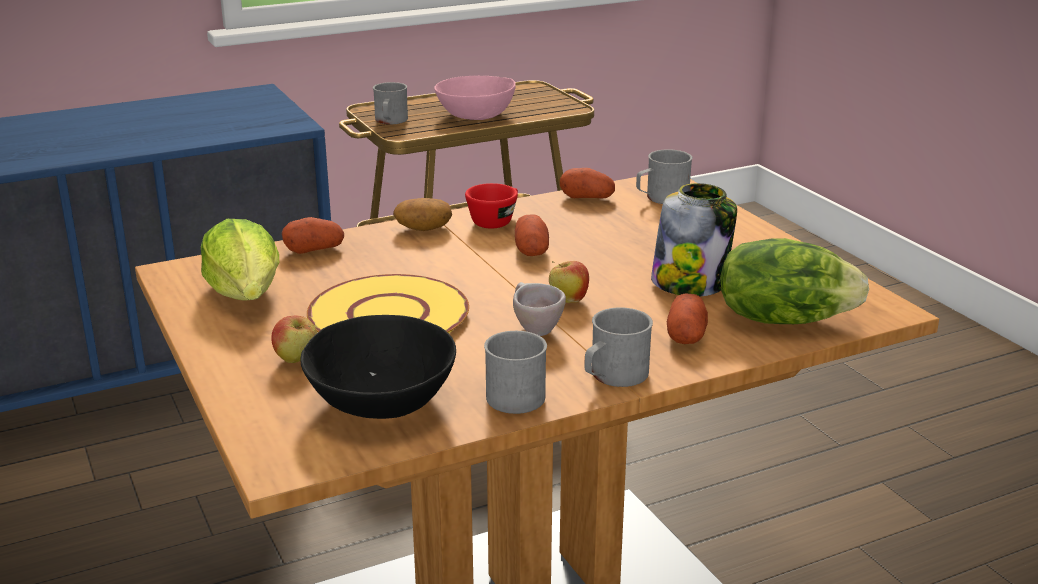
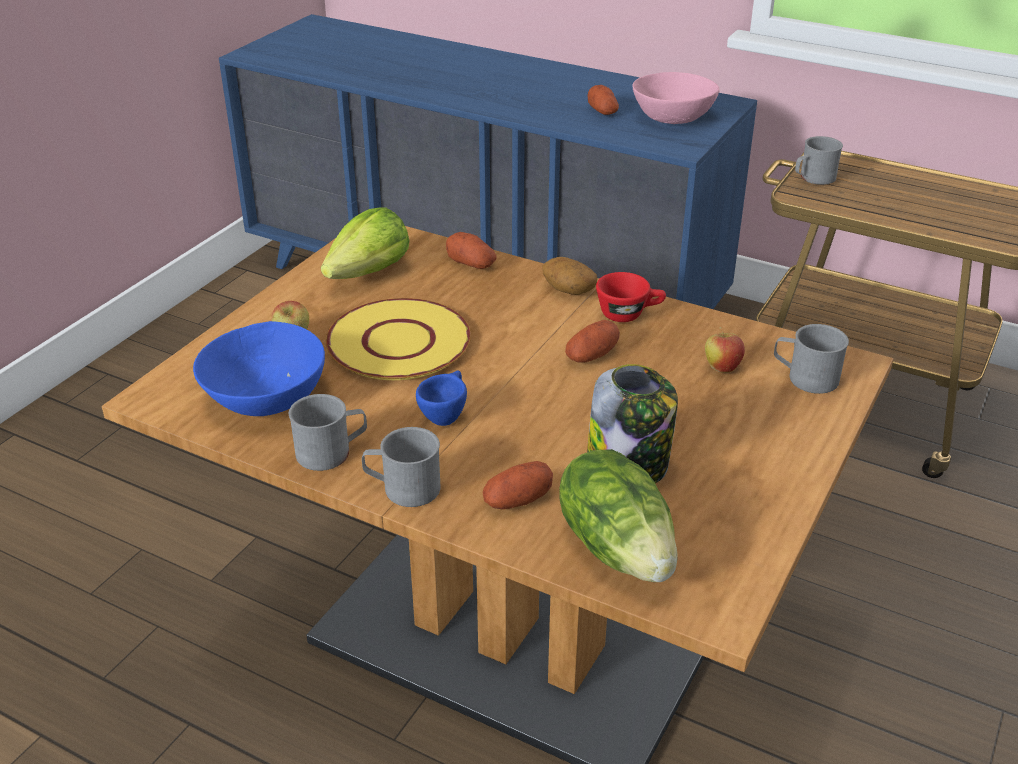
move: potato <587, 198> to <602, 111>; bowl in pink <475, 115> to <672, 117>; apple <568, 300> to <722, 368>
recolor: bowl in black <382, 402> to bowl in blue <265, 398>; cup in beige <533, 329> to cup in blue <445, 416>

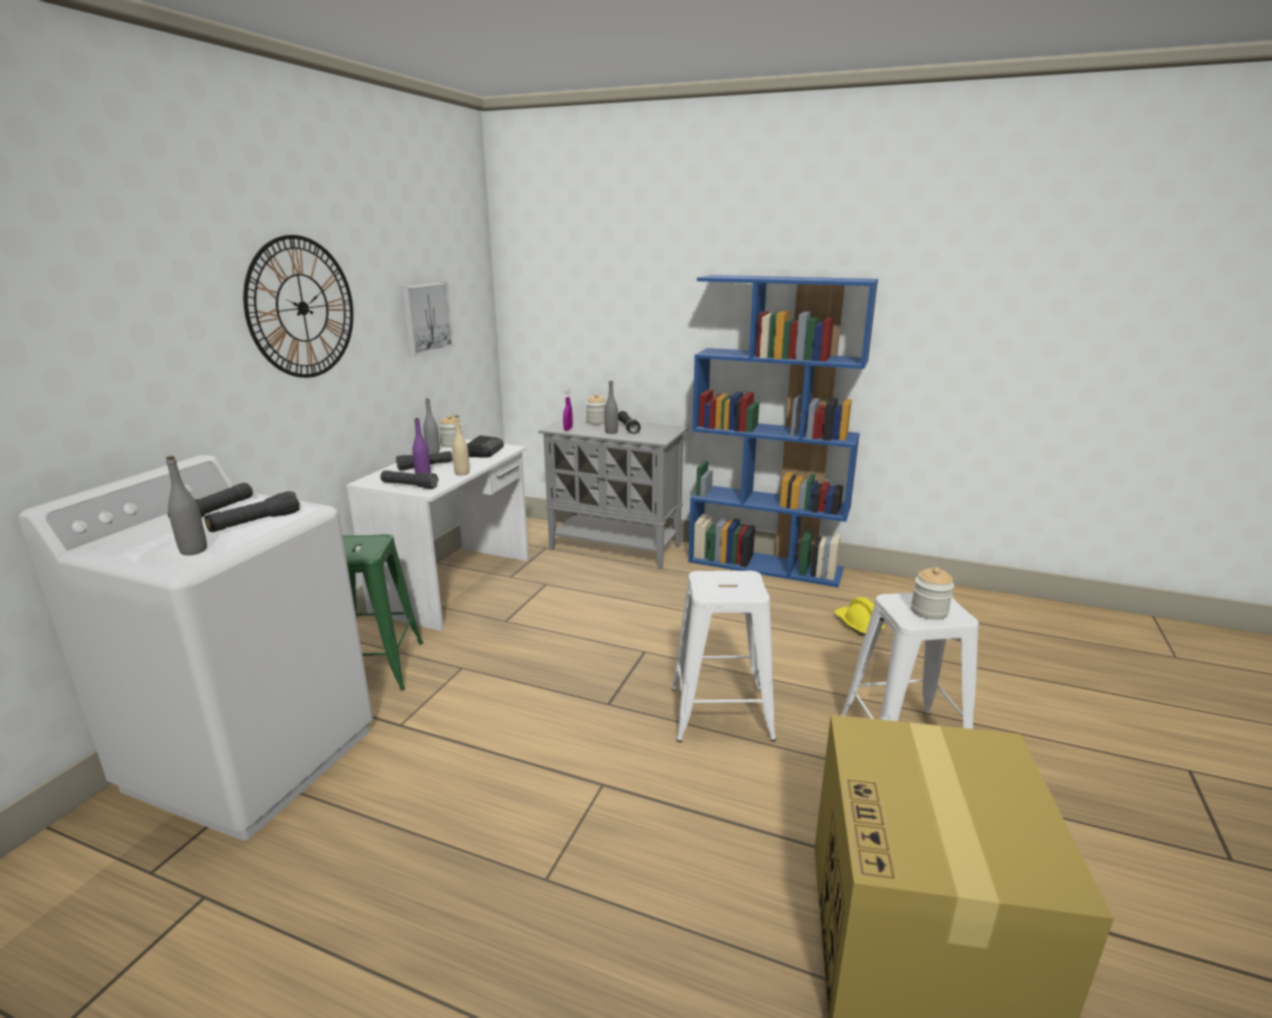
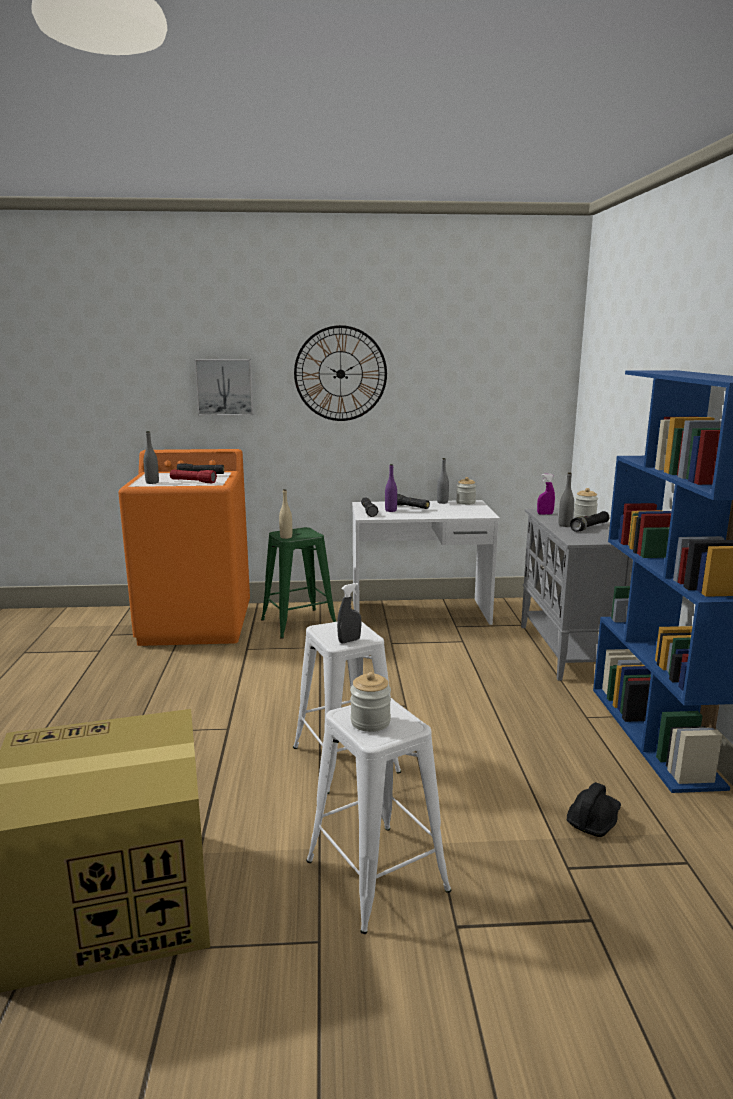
delete: radio <484, 451>
insert: spray bottle in grey <349, 641>
move: picture <425, 318> to <224, 387>; bottle in beige <462, 473> to <286, 537>
recolor: washing machine in white <253, 757> to washing machine in orange <196, 624>; flashlight in black <255, 522> to flashlight in red <193, 482>; hard hat in yellow <857, 624> to hard hat in black <593, 819>

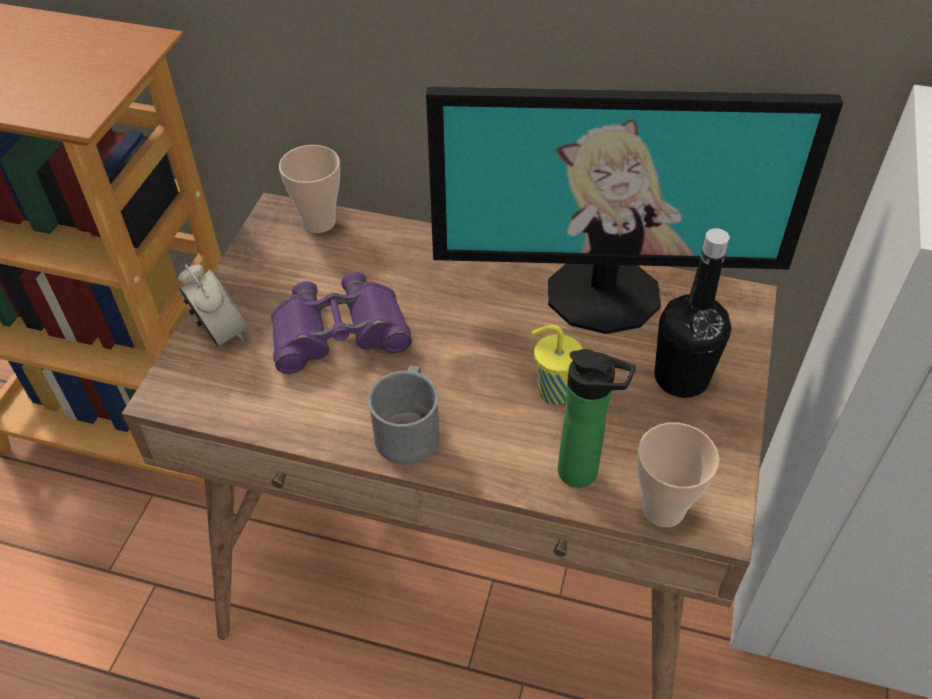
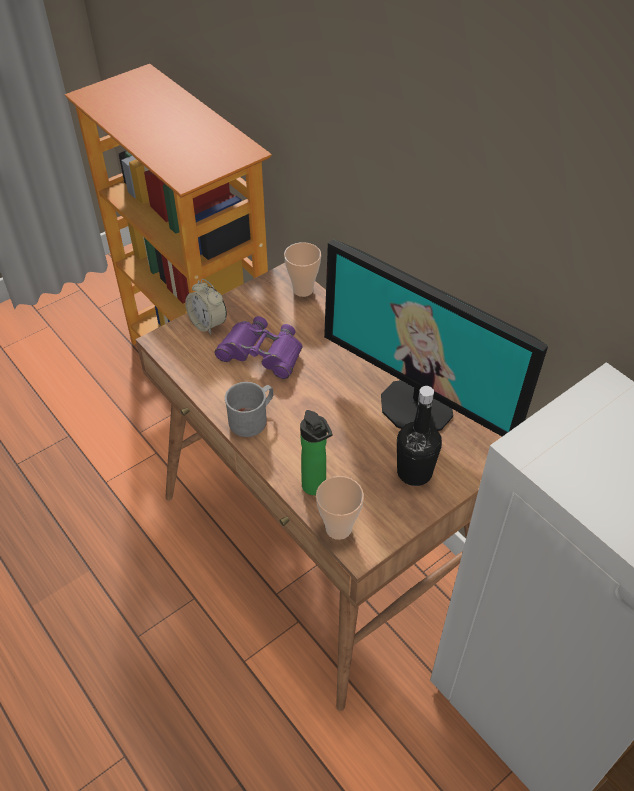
delete: cup in yellow <552, 391>
rotate: alarm clock <221, 333> = <208, 324> 135 degrees clockwise

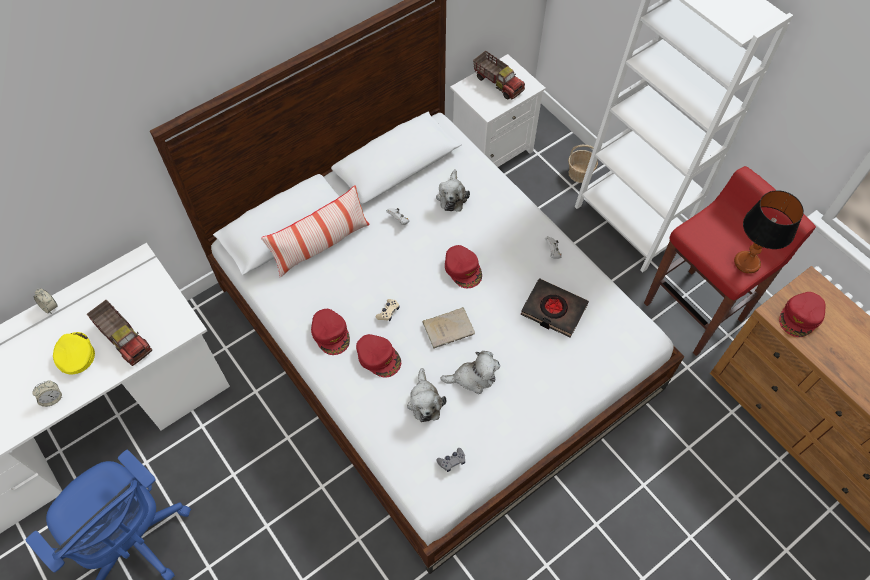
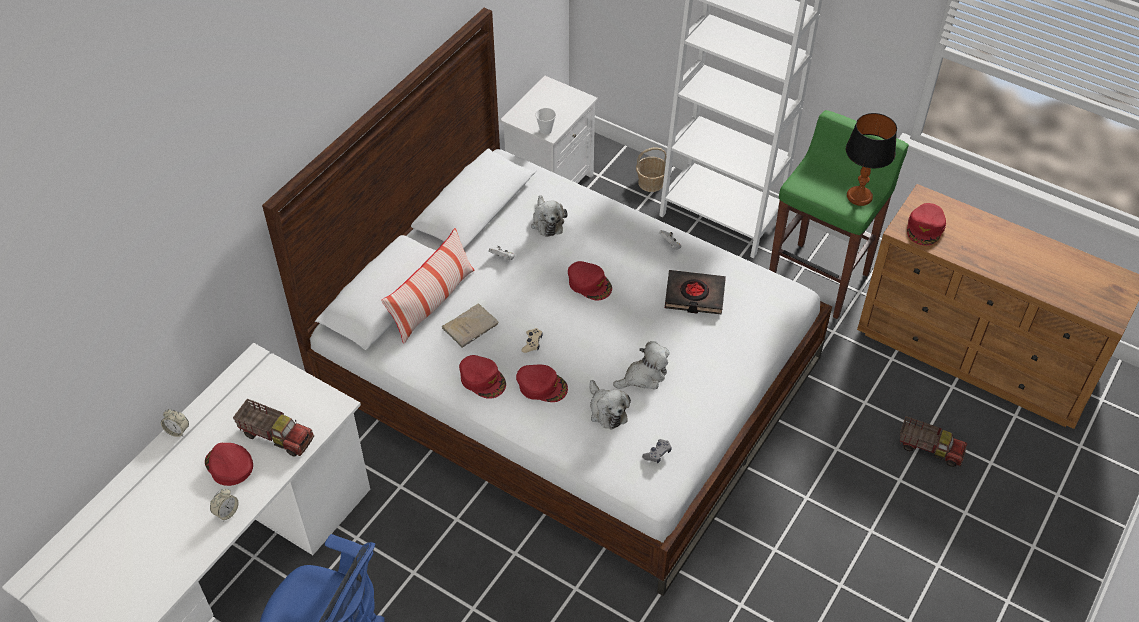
insert: cup <546, 130>
move: book in beige <450, 328> to <471, 326>; toy truck <498, 83> to <929, 448>
recolor: cap in yellow <74, 354> to cap in red <229, 466>; stool in red <695, 310> to stool in green <819, 278>

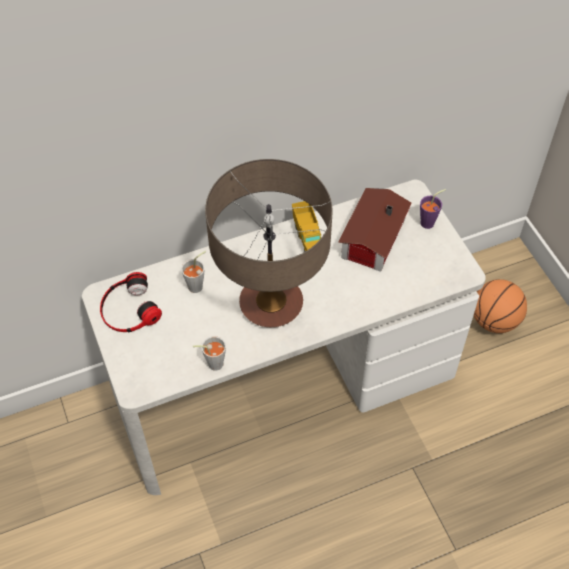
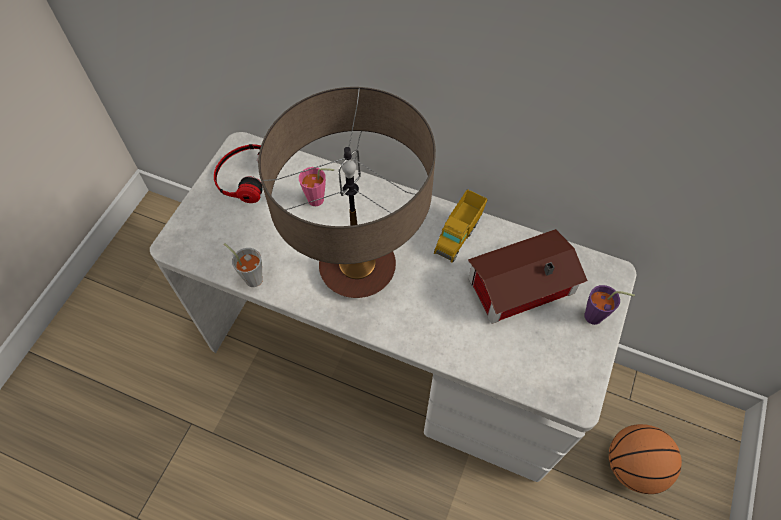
recolor: cup in grey <198, 285> to cup in pink <319, 200>

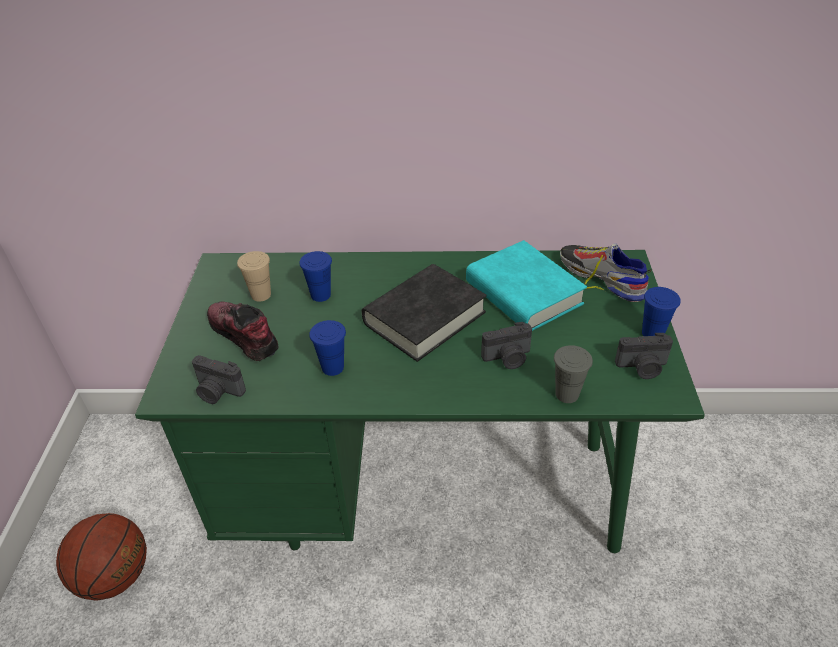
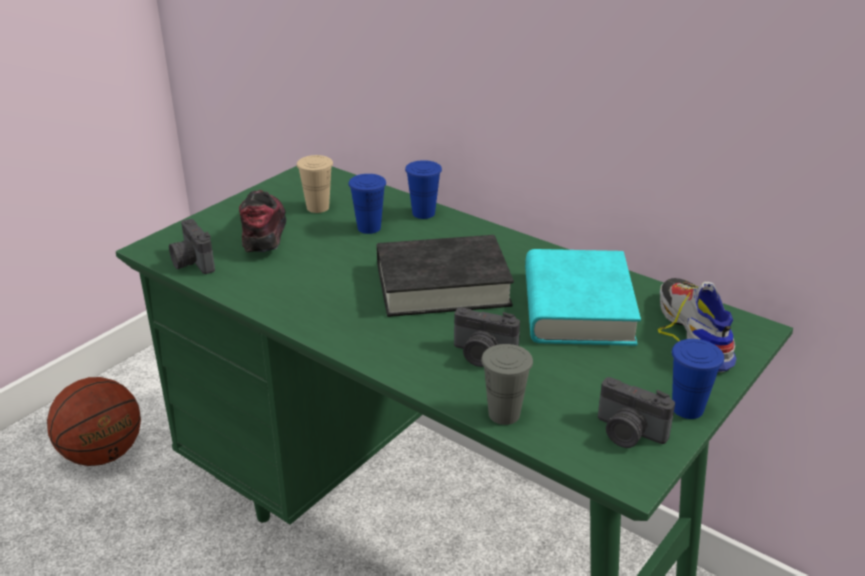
move: cup in blue <332, 367> to <423, 213>

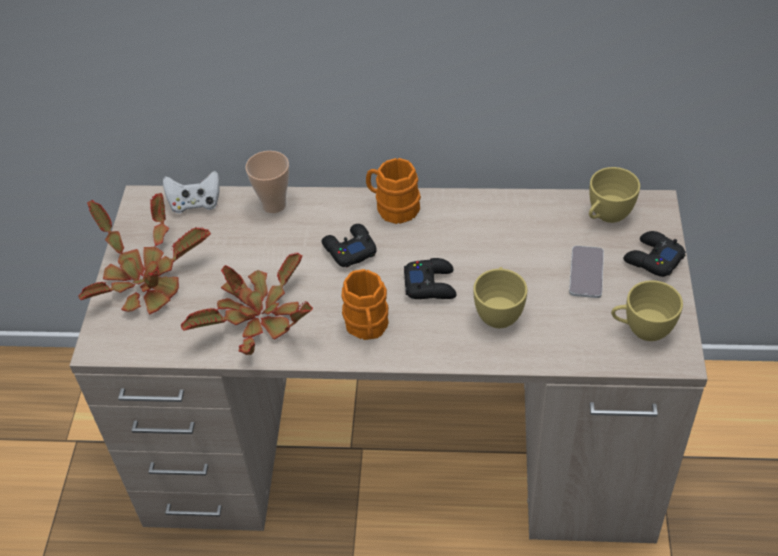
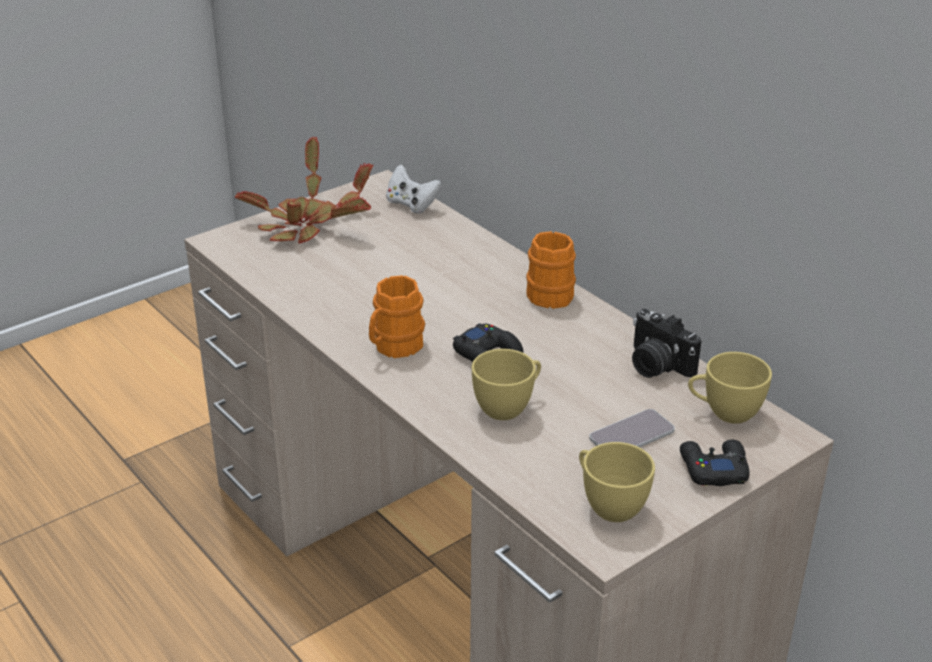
delete: potted plant <258, 318>; cup <274, 205>; game controller in black <349, 249>
insert: photo camera <656, 365>

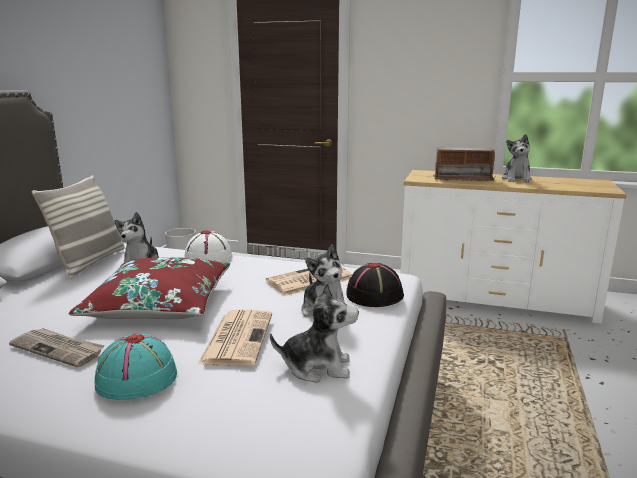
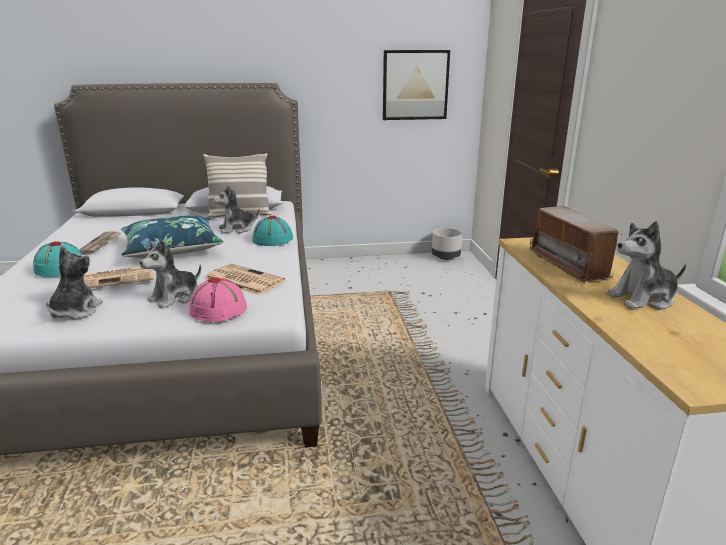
insert: picture <415, 85>
recolor: pillow in red <159, 304> to pillow in blue <172, 248>; hat in black <375, 295> to hat in pink <219, 309>; hat in white <208, 258> to hat in turquoise <272, 240>
rotate: plush toy <317, 367> = <75, 311> 150 degrees counterclockwise

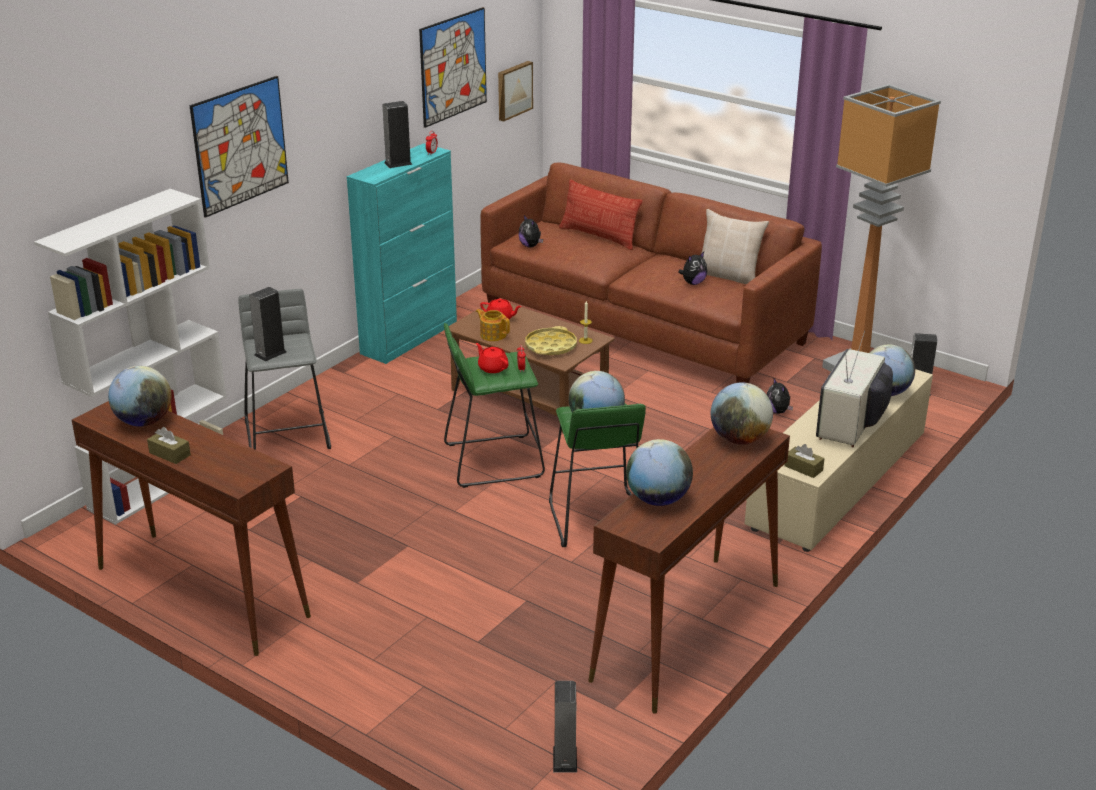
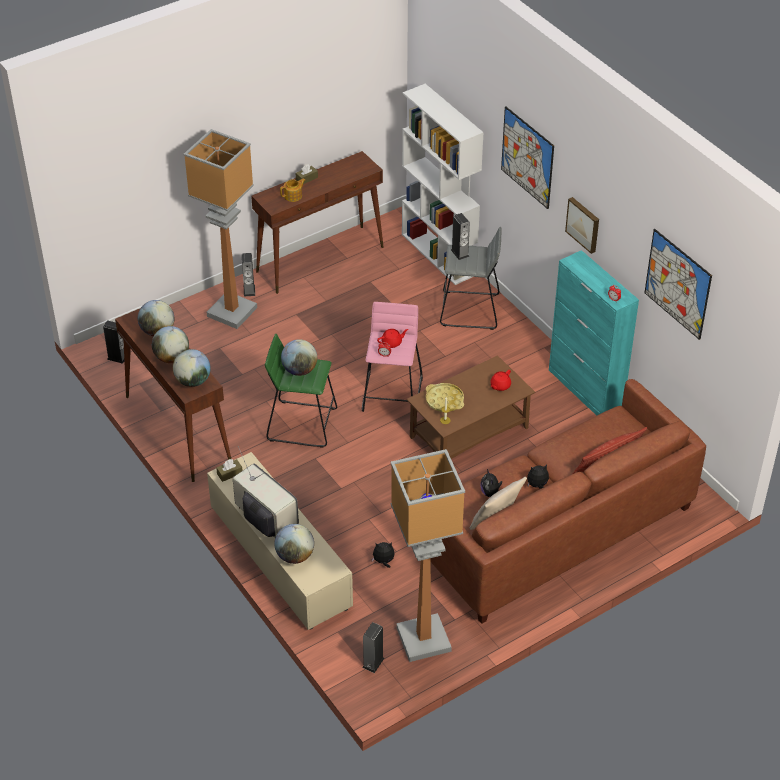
insert: floor lamp <231, 312>
move: globe <144, 422> to <172, 358>; speaker <398, 163> to <249, 290>; teapot <493, 335> to <293, 196>; plush toy <530, 246> to <537, 486>; picture <513, 90> to <584, 224>
recolor: stool in green <493, 460> to stool in pink <392, 394>

